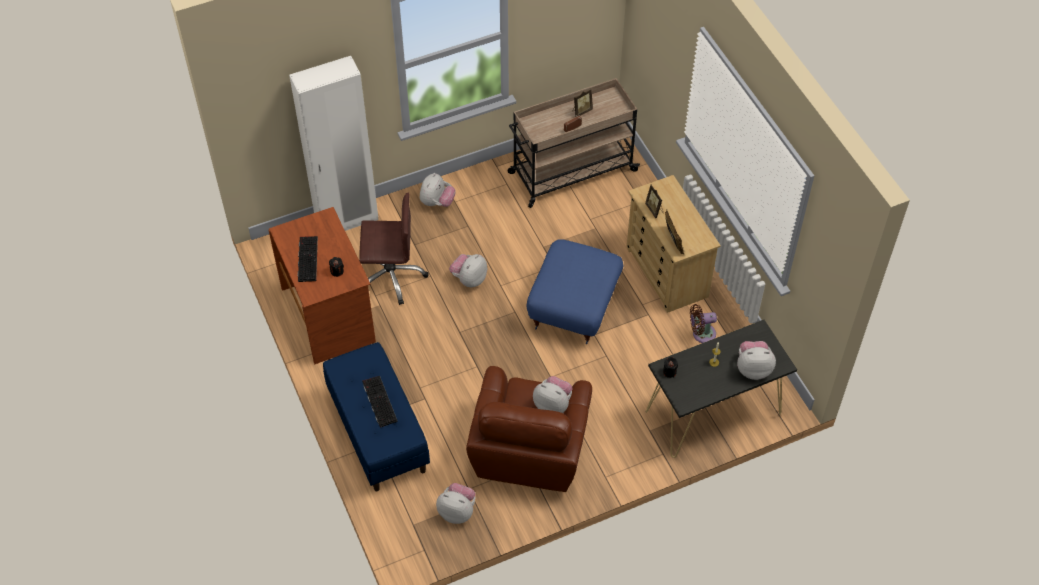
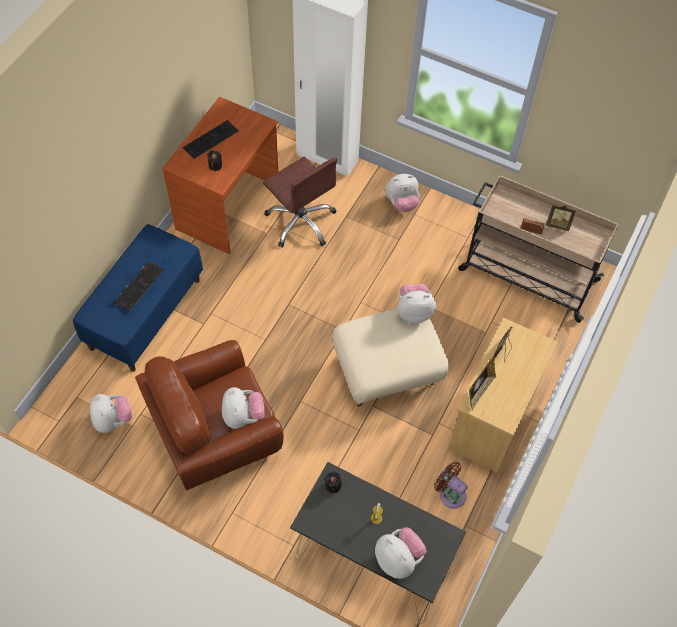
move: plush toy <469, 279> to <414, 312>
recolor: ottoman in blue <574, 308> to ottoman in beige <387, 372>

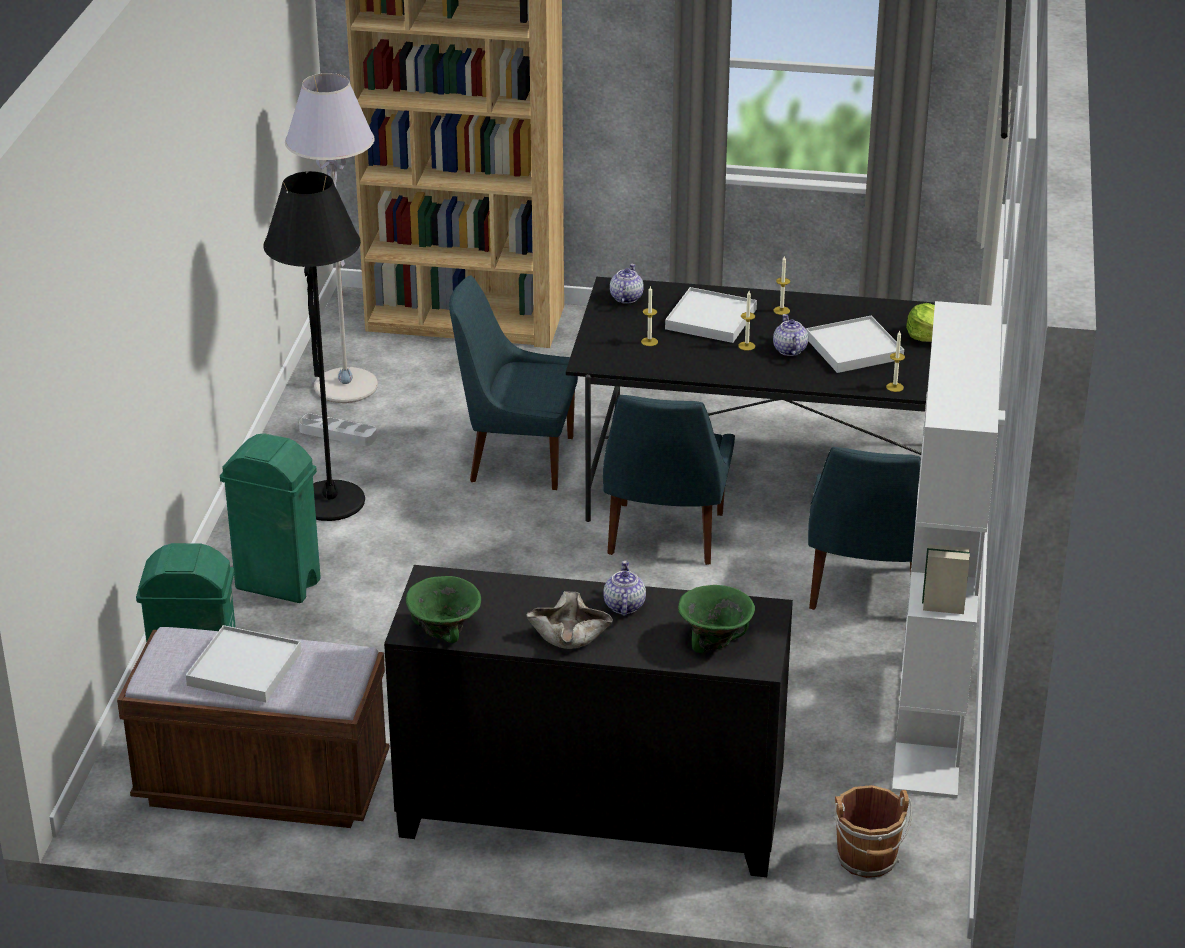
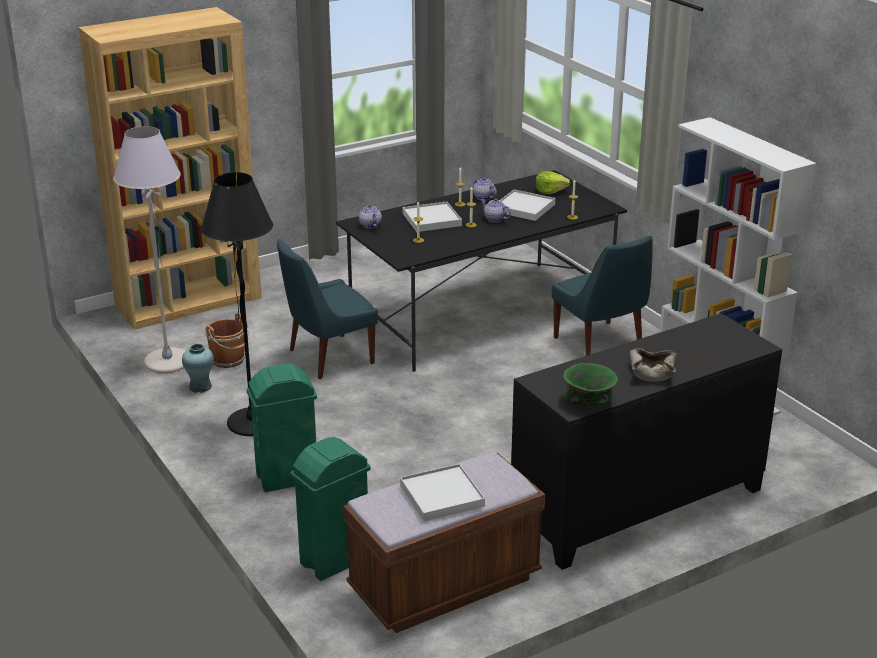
delete: chair in blue <664, 537>; bowl in green <714, 639>
move: bucket in brown <868, 860> to <229, 360>; teapot <623, 605> to <483, 197>
replace: tray in grey <338, 434> to vase in turquoise <200, 387>

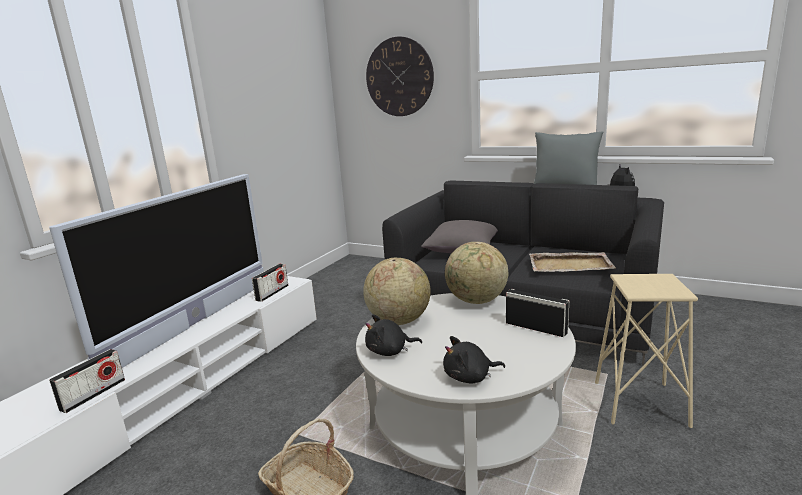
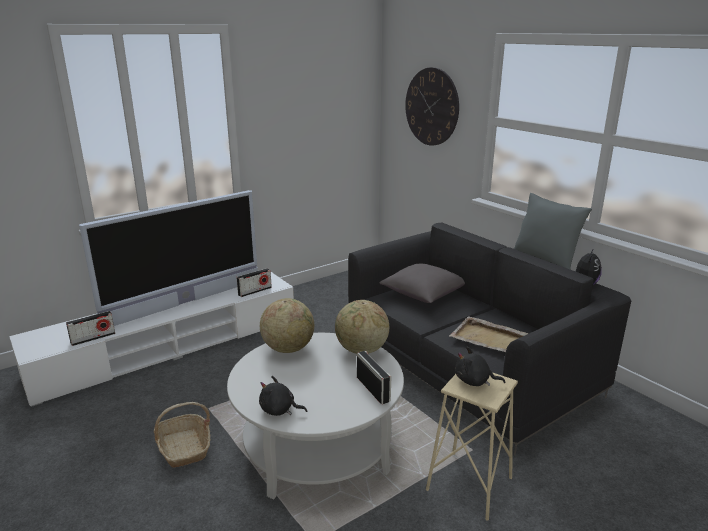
move: plush toy in black <390, 351> to <474, 381>

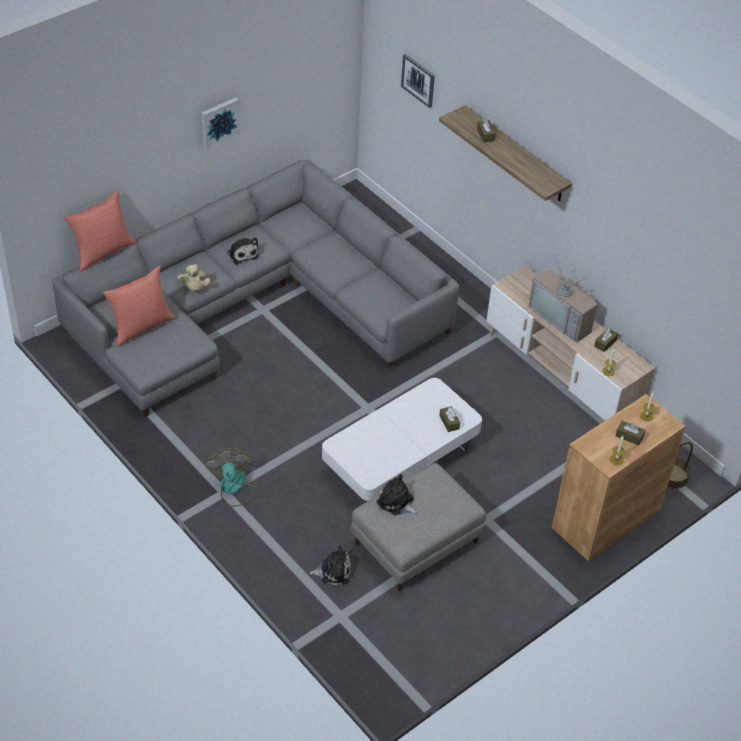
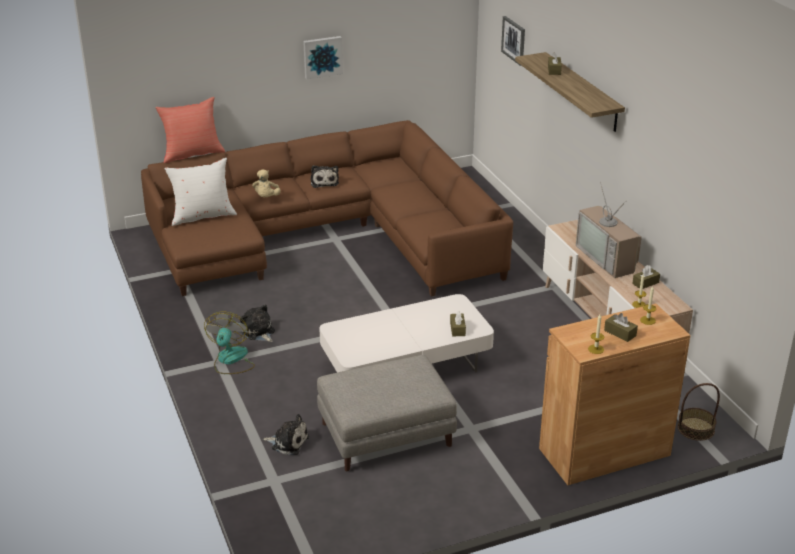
move: plush toy <396, 502> to <258, 332>
recolor: sofa in grey <254, 305> to sofa in brown <329, 235>; pillow in red <141, 326> to pillow in white <202, 216>

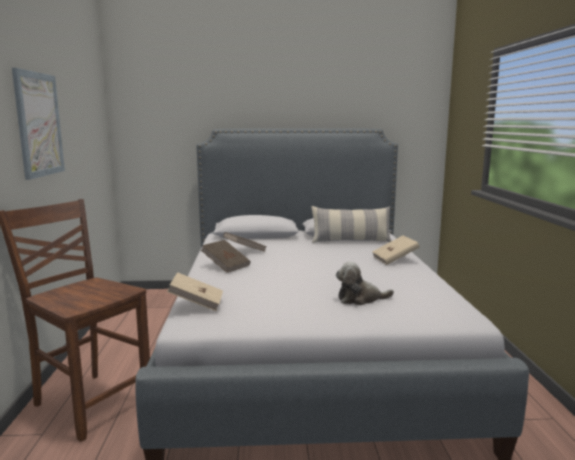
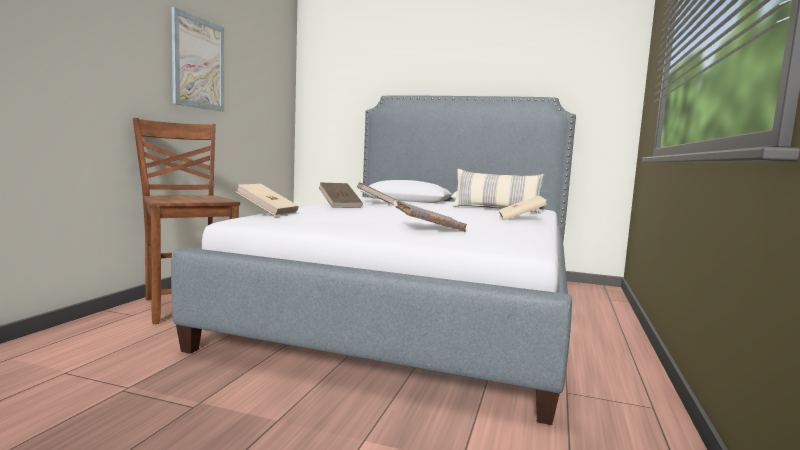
replace: plush toy <360, 299> to book in grey <429, 228>

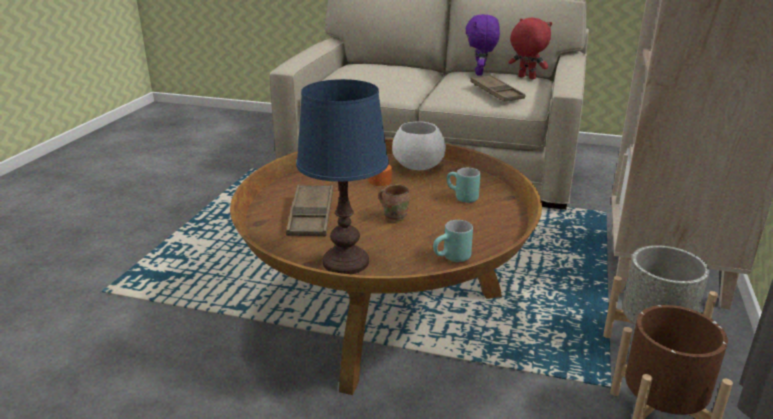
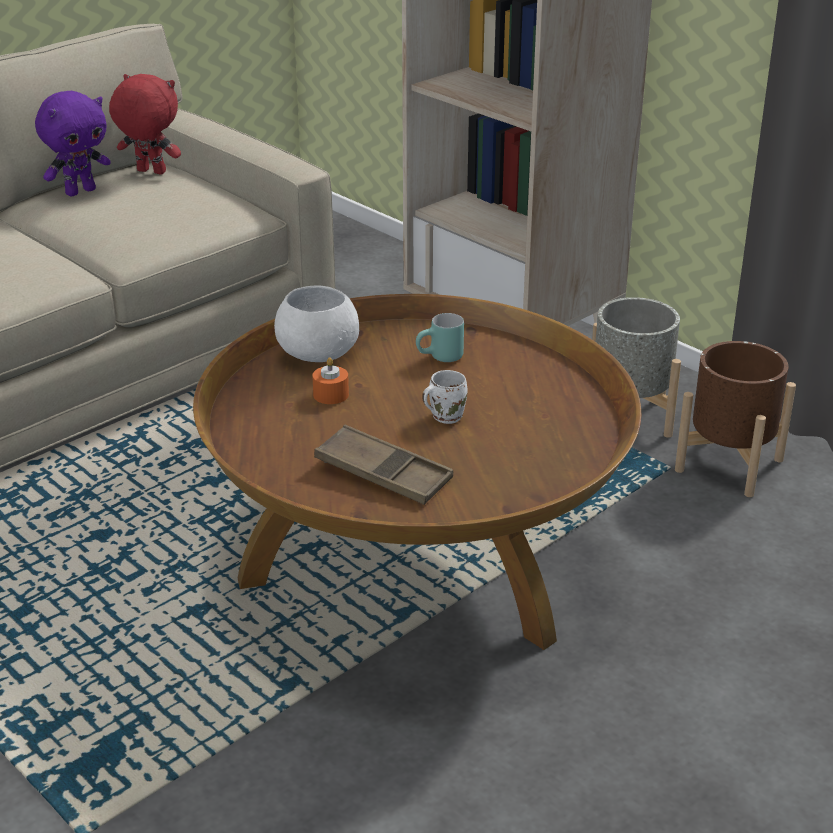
delete: table lamp in blue <346, 262>; mug in turquoise <452, 259>; tray in brown <496, 93>
recolor: mug in brown <394, 216> to mug in white <444, 416>
rotate: plush toy in purple <480, 73> = <80, 191> 75 degrees counterclockwise; plush toy in red <526, 78> = <150, 172> 45 degrees clockwise

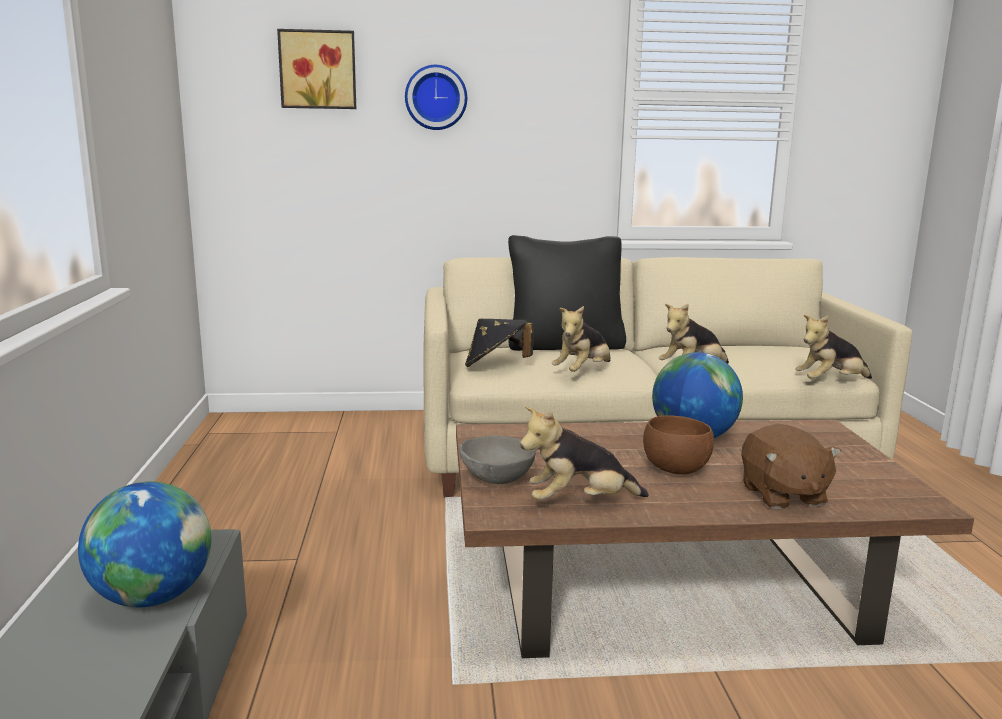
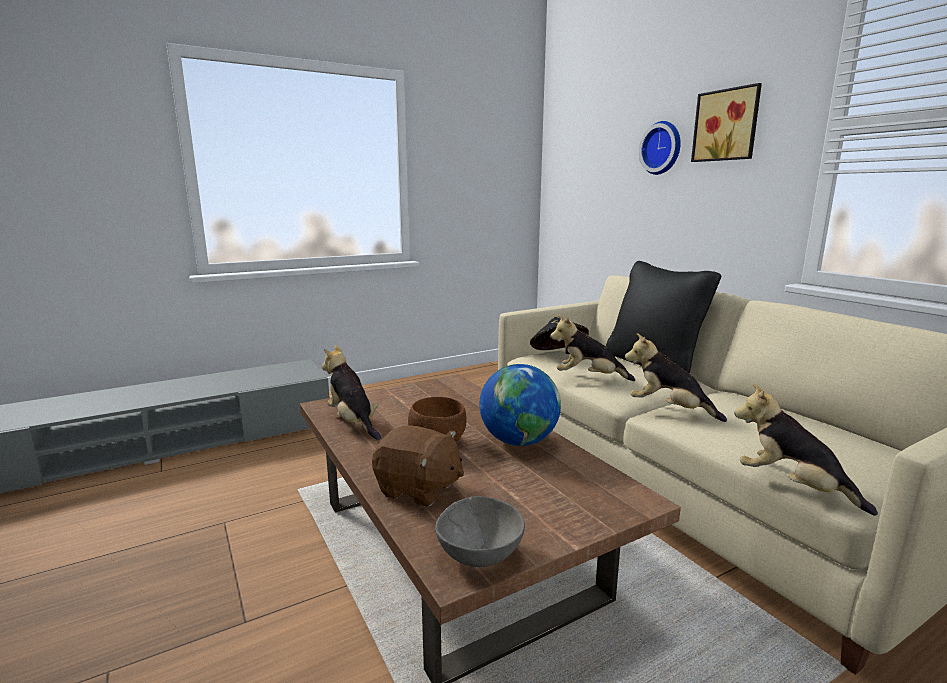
delete: globe <152, 597>
move: bowl in grey <497, 479> to <479, 555>; picture <318, 70> to <727, 125>
rotate: plush toy in brown <782, 495> = <418, 489> 120 degrees counterclockwise

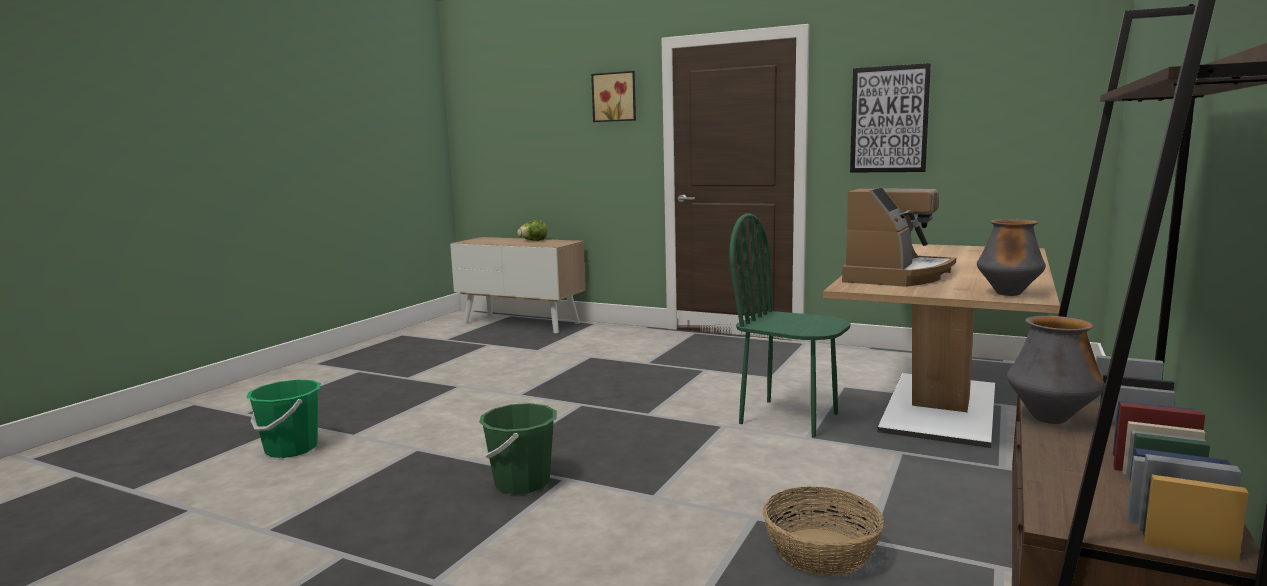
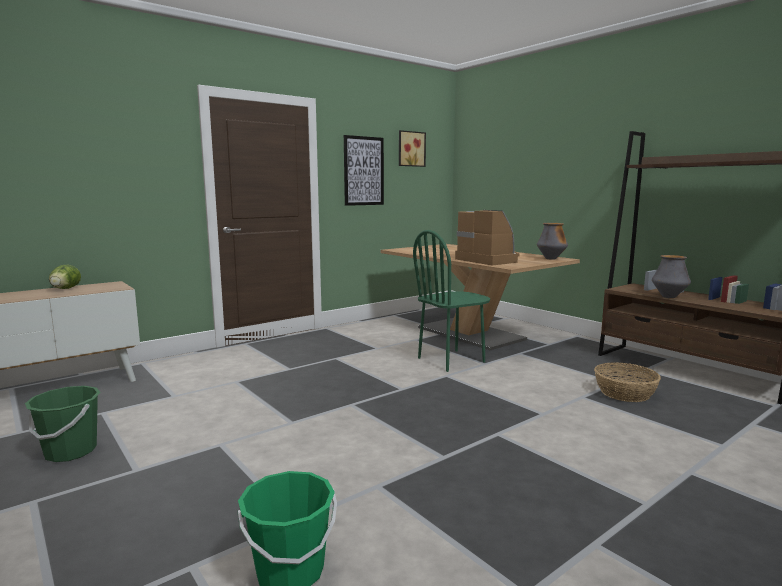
move: bucket in green <522, 482> to <70, 451>; picture <615, 97> to <410, 149>

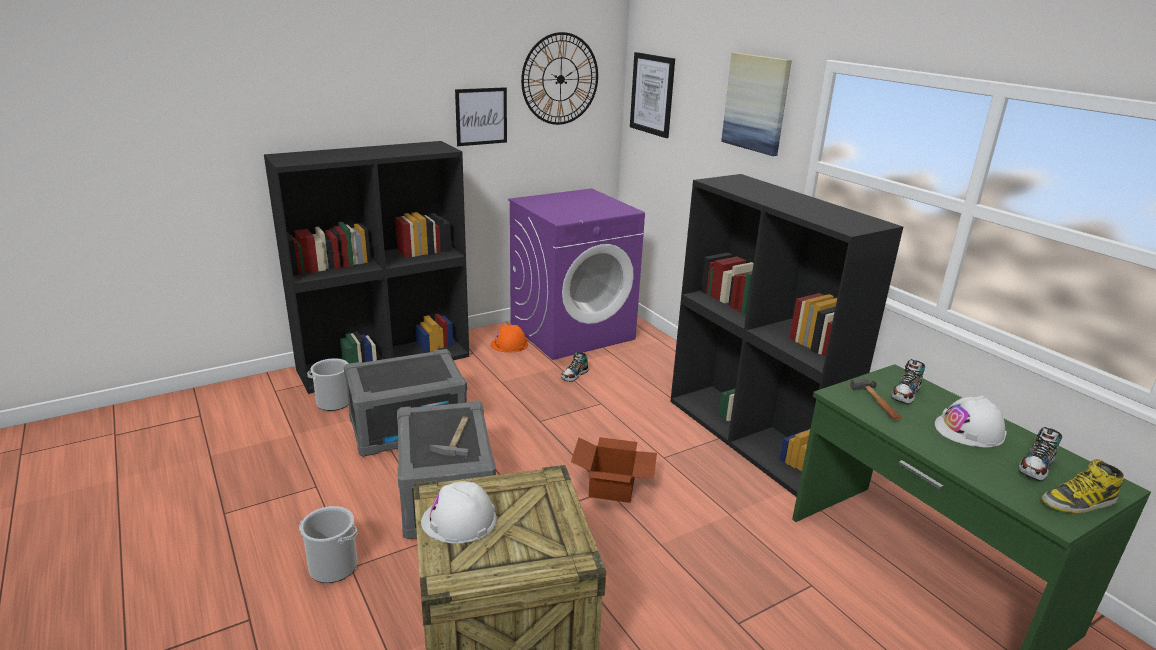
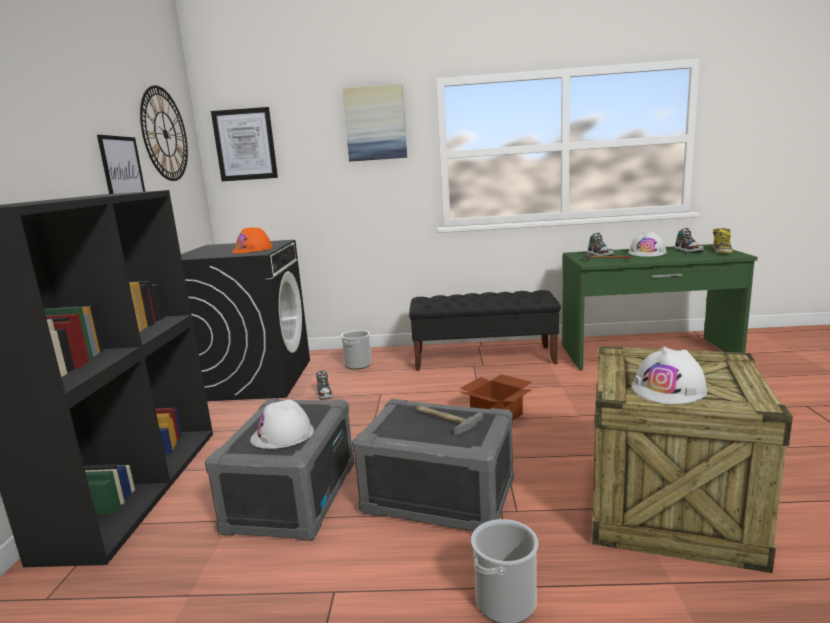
insert: hard hat in white <282, 435>
move: hard hat in orange <509, 345> to <252, 250>; bucket <334, 402> to <358, 364>
replace: bookcase in black <752, 437> to bench in black <484, 358>
recolor: washing machine in purple <572, 331> to washing machine in black <255, 379>

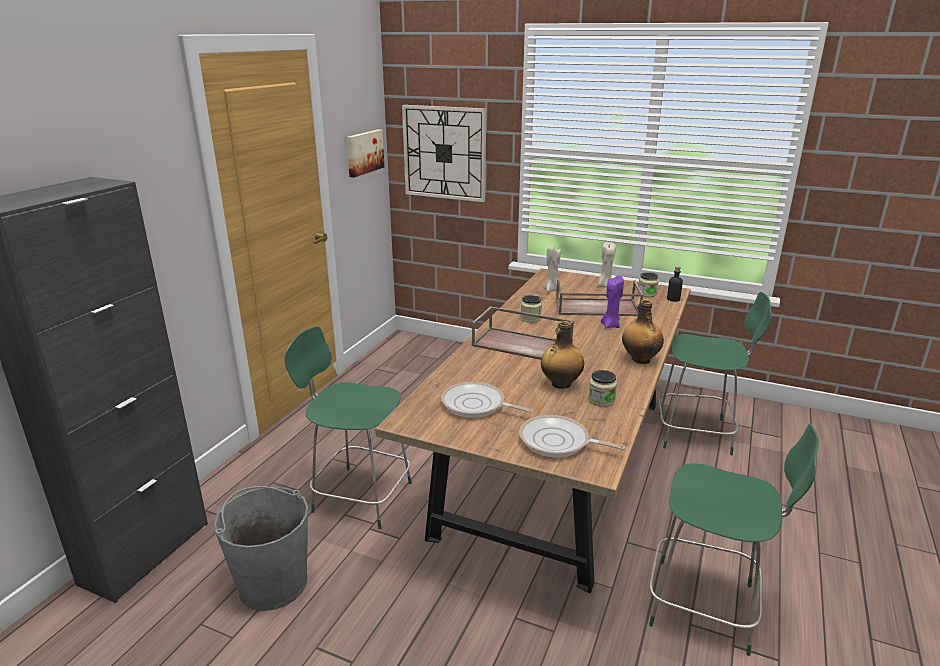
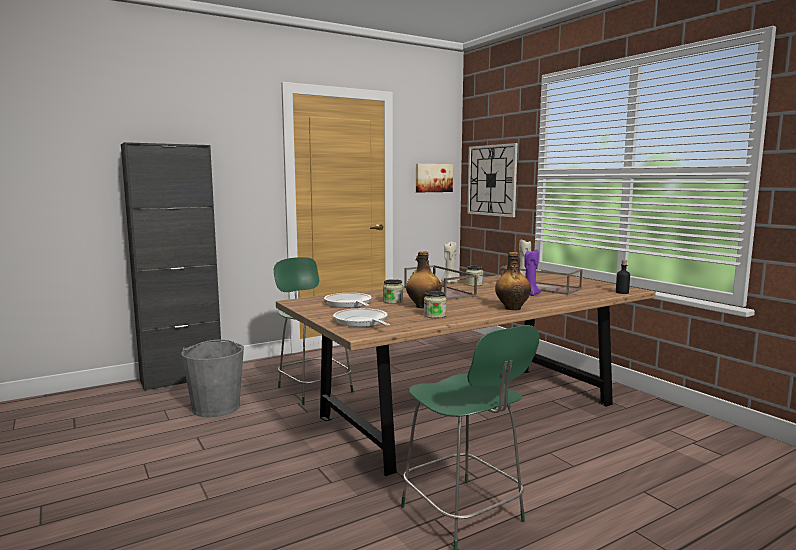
delete: chair in green <697, 434>
move: jar <647, 294> to <393, 301>; candle in beige <604, 286> to <449, 282>

